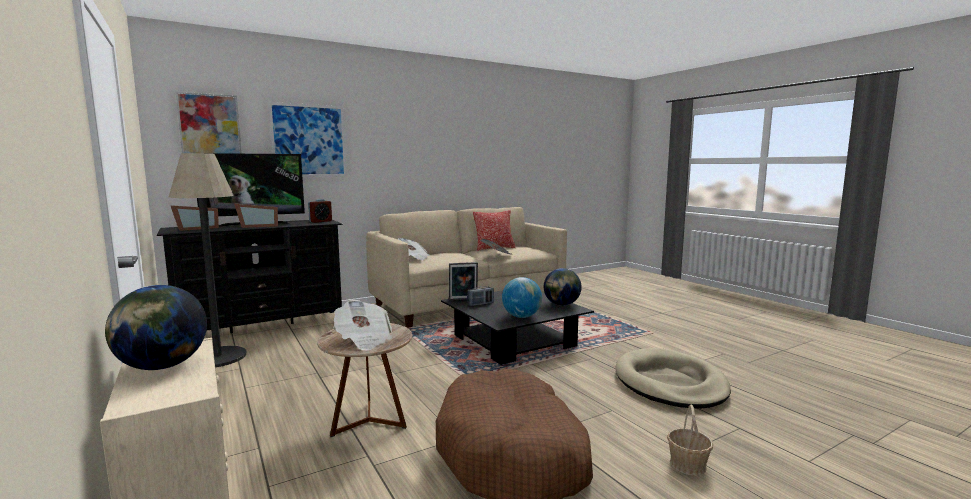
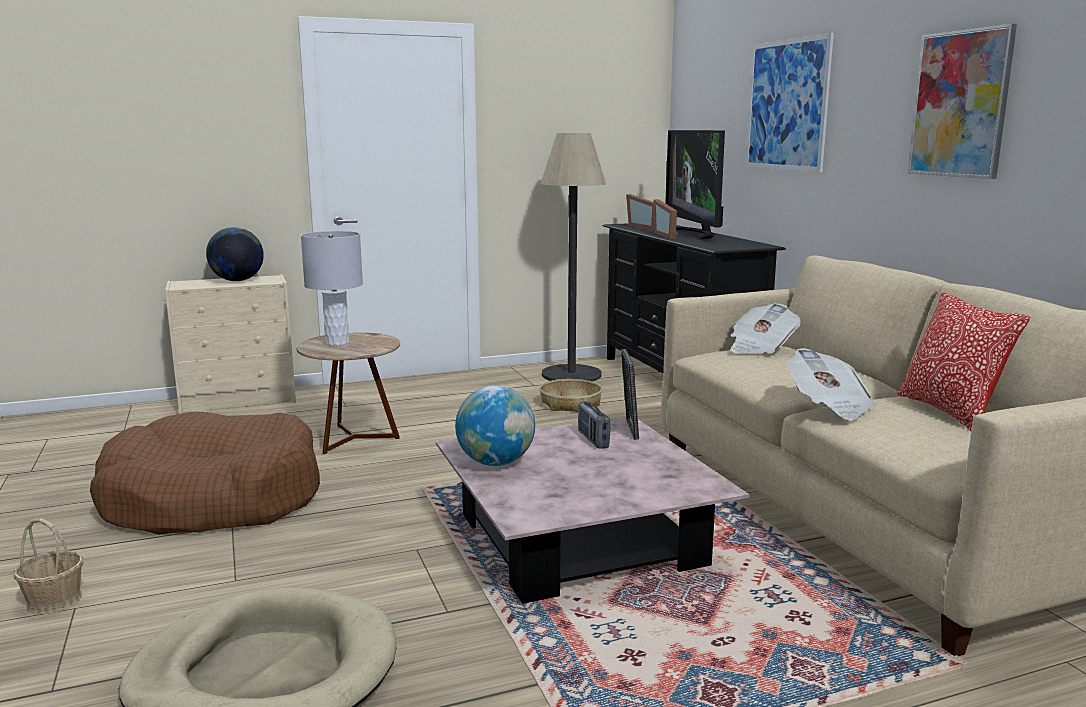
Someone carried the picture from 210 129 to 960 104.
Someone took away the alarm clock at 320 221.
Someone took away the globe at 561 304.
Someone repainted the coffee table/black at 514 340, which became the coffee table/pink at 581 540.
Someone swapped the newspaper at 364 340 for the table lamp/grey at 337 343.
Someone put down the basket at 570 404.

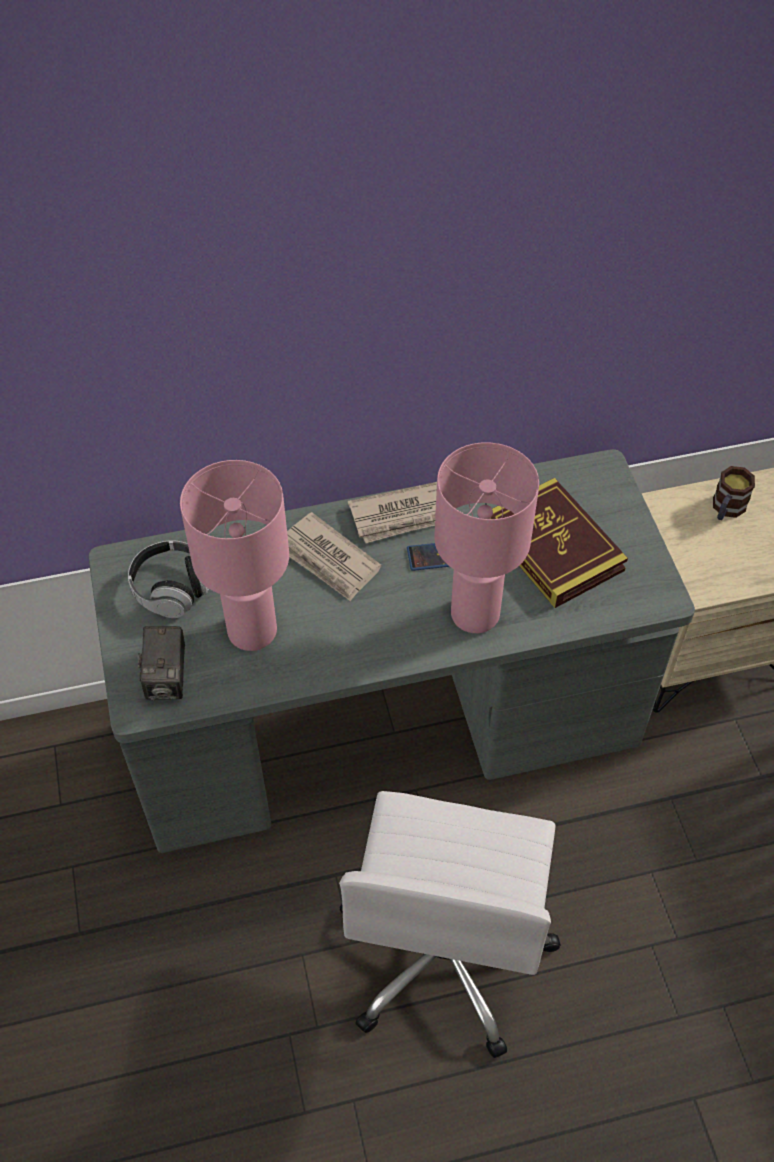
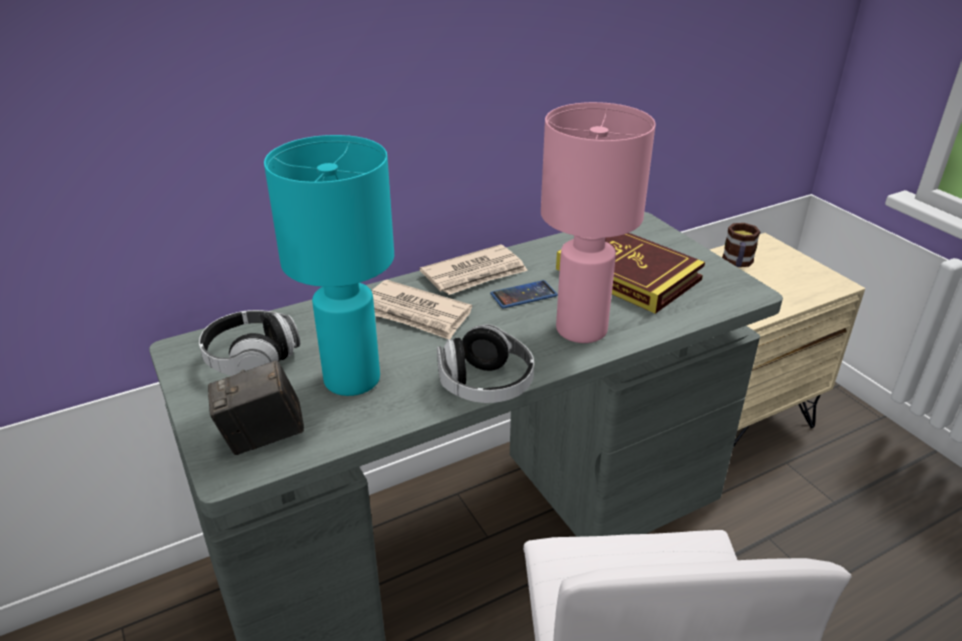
Someone repainted the table lamp/pink at 252 632, which became the table lamp/turquoise at 352 380.
Someone rotated the photo camera at 167 679 by 90 degrees clockwise.
Someone put down the headphones at 485 385.

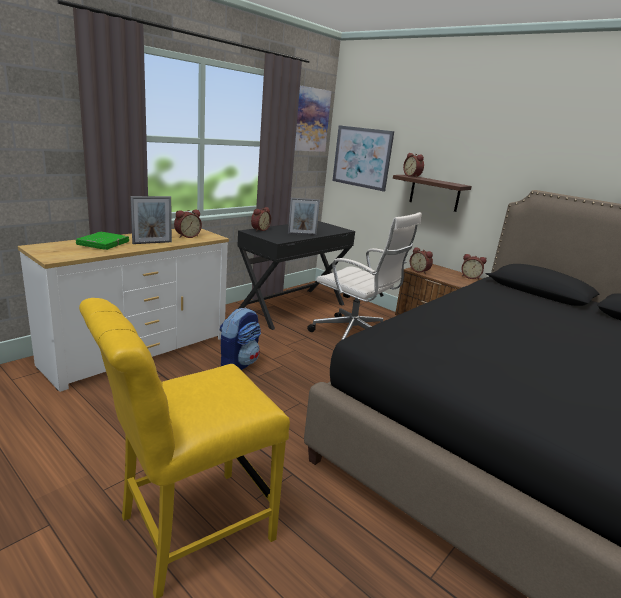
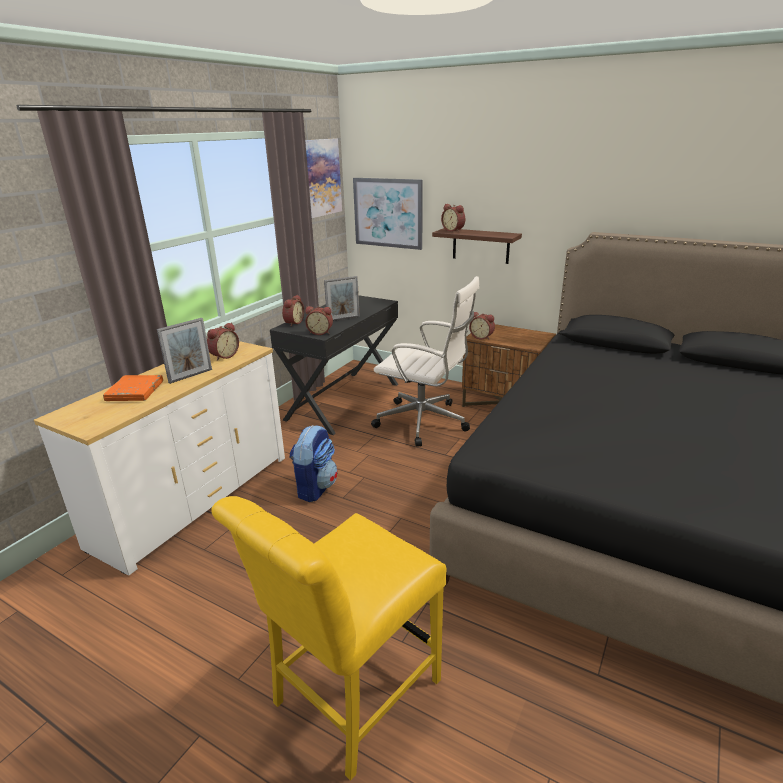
Someone repainted the book/green at 103 244, which became the book/orange at 135 391.
Someone carried the alarm clock from 470 277 to 320 332.

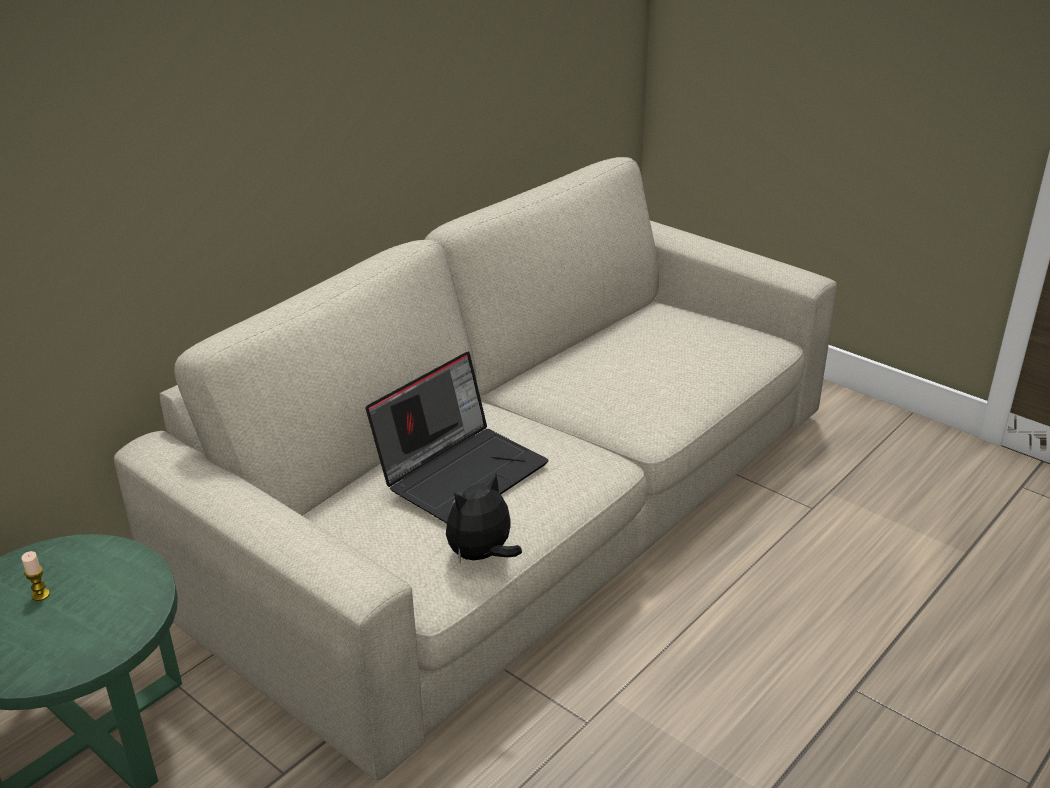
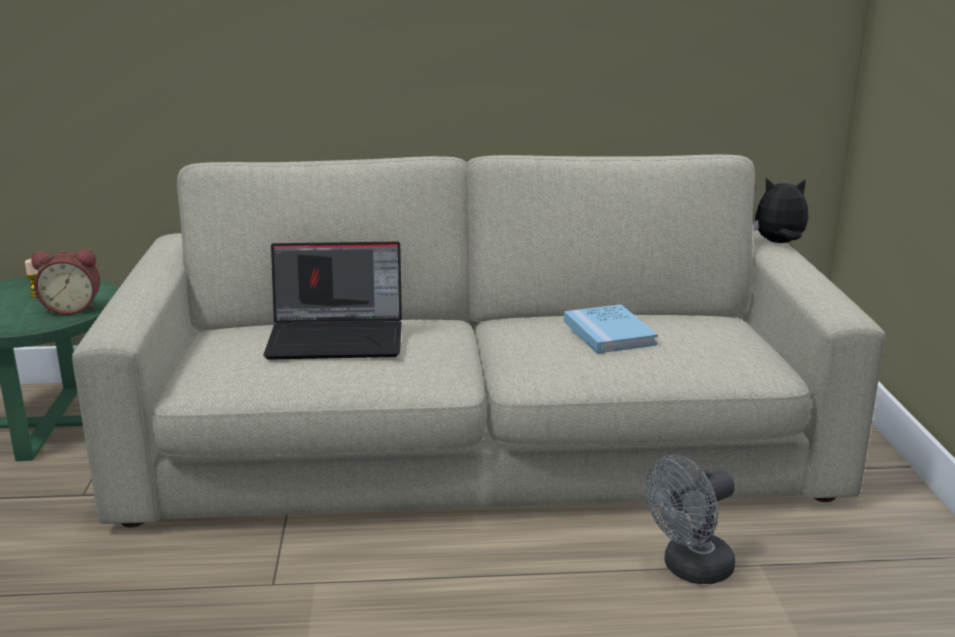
Someone carried the plush toy from 482 556 to 779 243.
Someone put down the alarm clock at 72 308.
Someone put down the book/blue at 609 333.
Someone put down the fan/grey at 689 569.

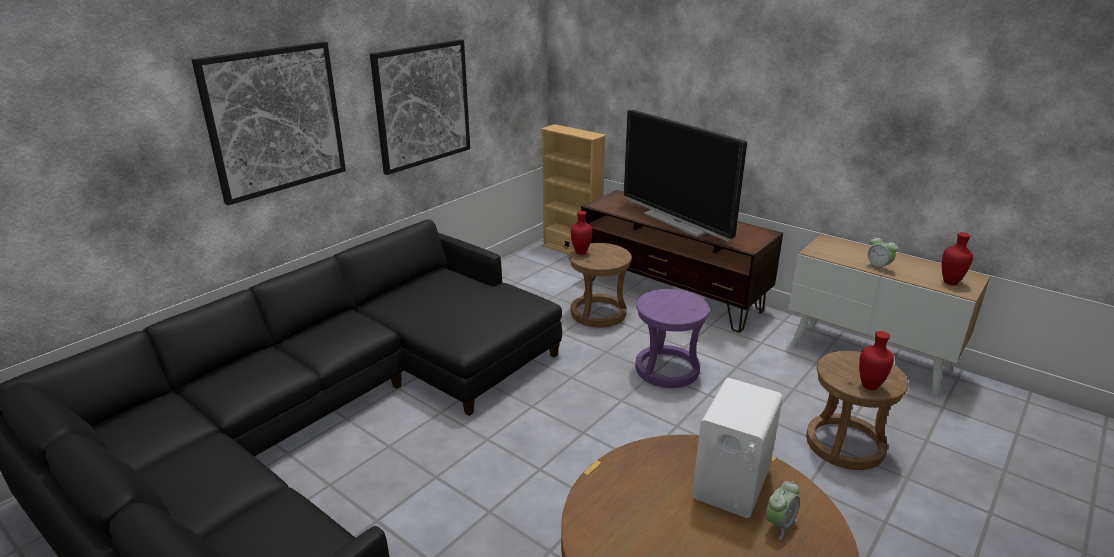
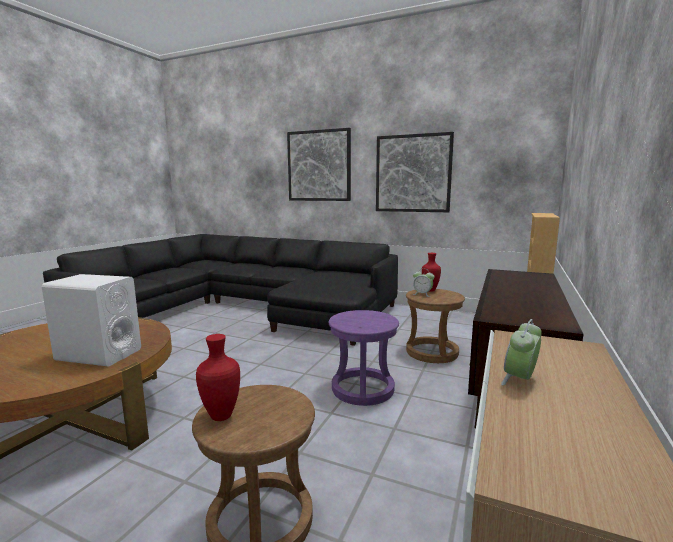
Someone took away the television at 677 222.
Someone took away the vase/red at 949 282.
Someone carried the alarm clock from 779 524 to 422 294.

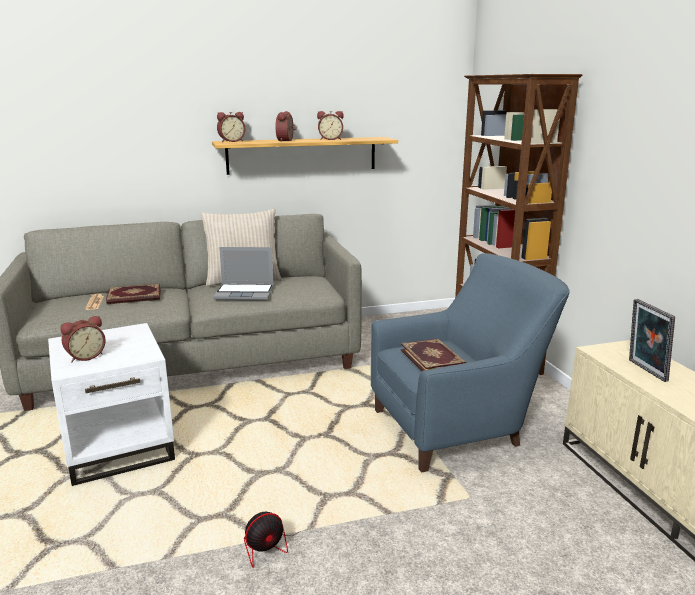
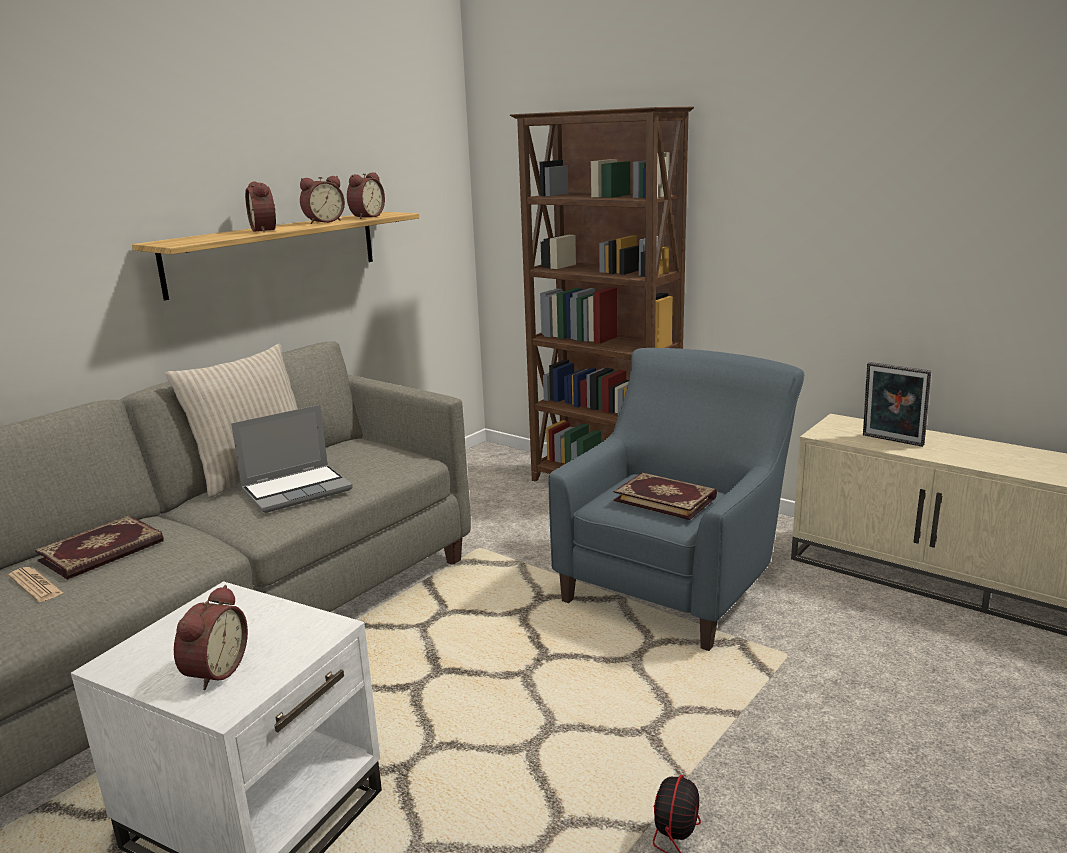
Someone carried the alarm clock from 231 141 to 365 217.

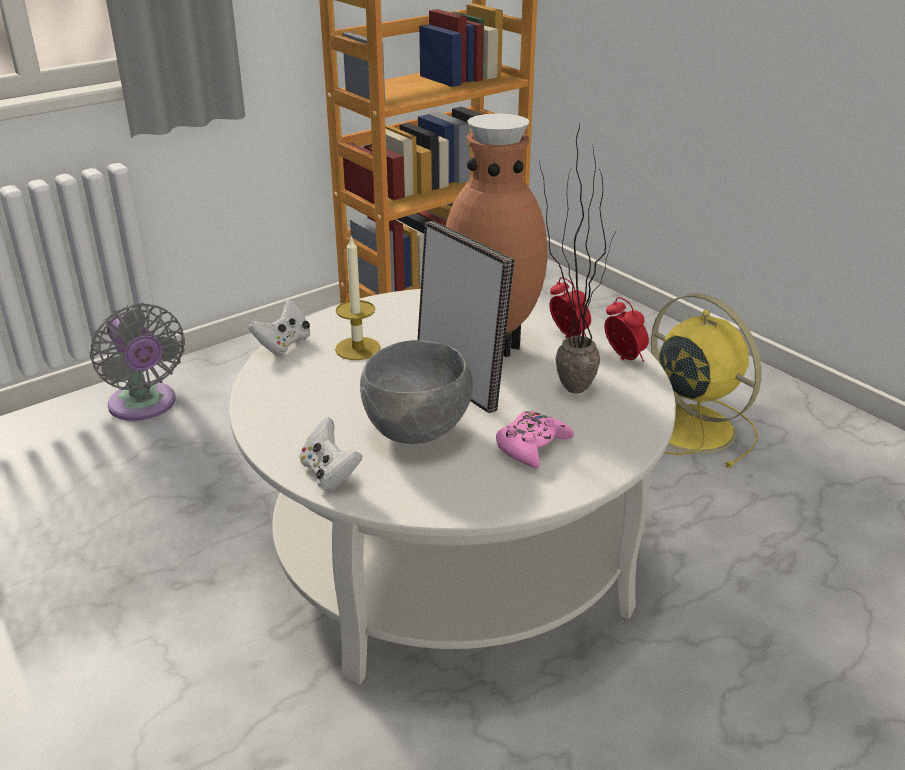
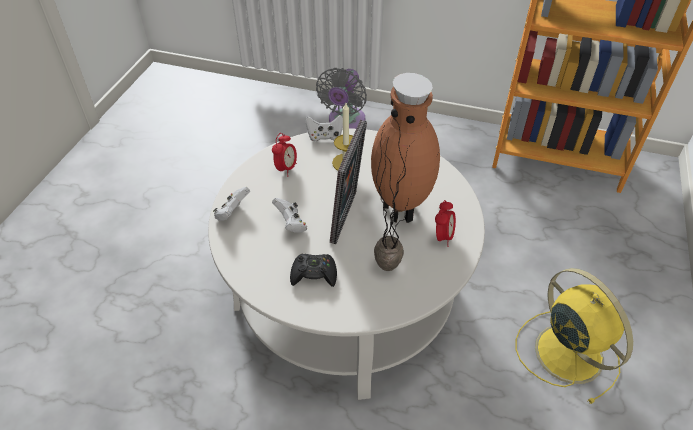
Someone rotated the fan/yellow at 688 426 by 45 degrees counterclockwise.
Someone carried the alarm clock from 623 358 to 286 168.
Someone swapped the bowl/grey at 418 431 for the game controller/white at 291 224.
Someone repainted the game controller/pink at 532 446, which became the game controller/black at 314 274.

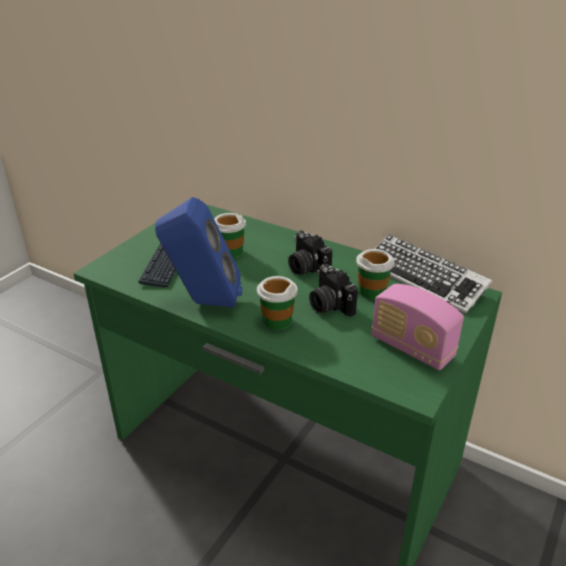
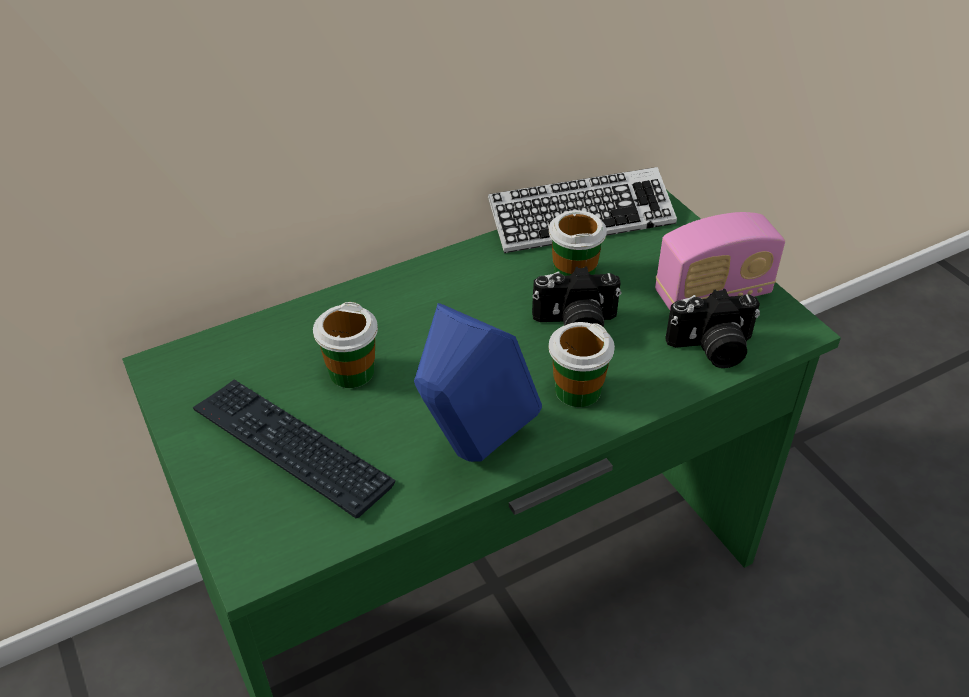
Someone carried the photo camera from 306 268 to 712 349.

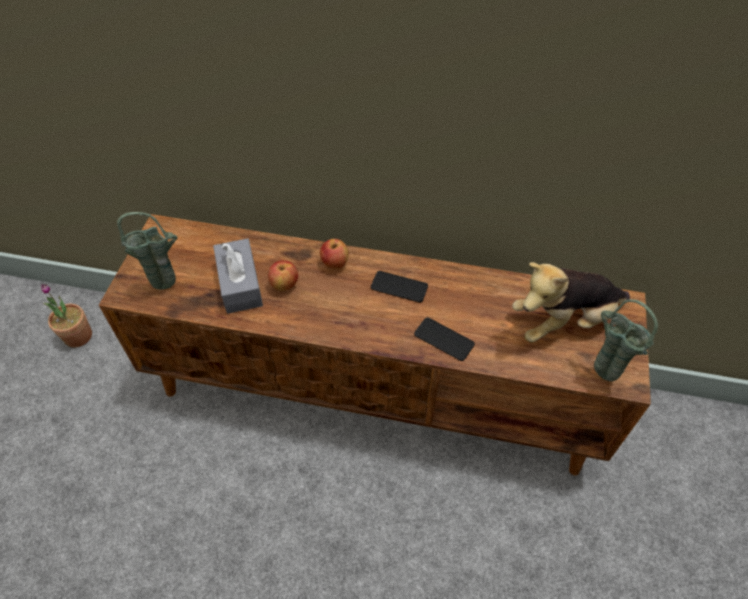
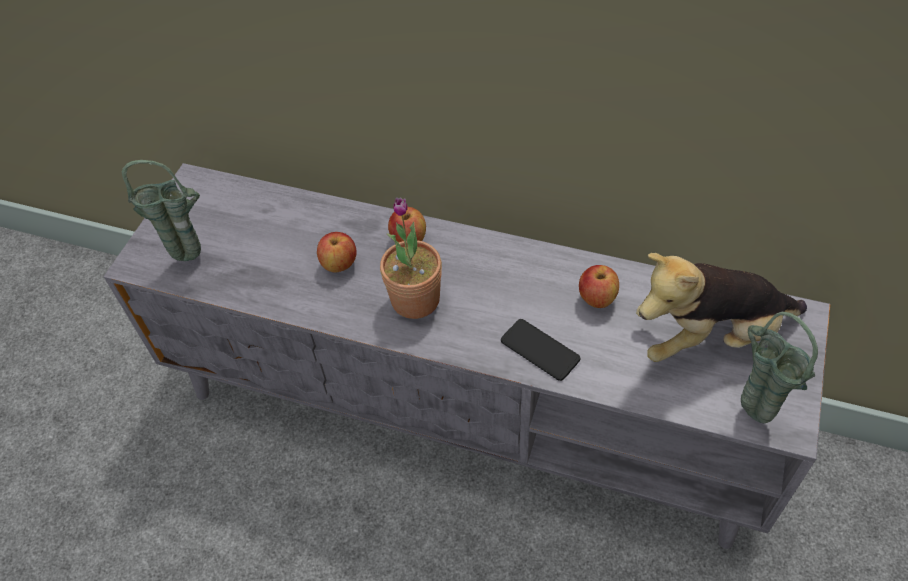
Someone repainted the tv stand/brown at 375 391, which became the tv stand/grey at 466 413.
Someone took away the tissue box/grey at 240 284.
Someone took away the phone at 399 287.
Someone carried the potted plant from 78 336 to 415 299.
Someone put down the apple at 596 298.

